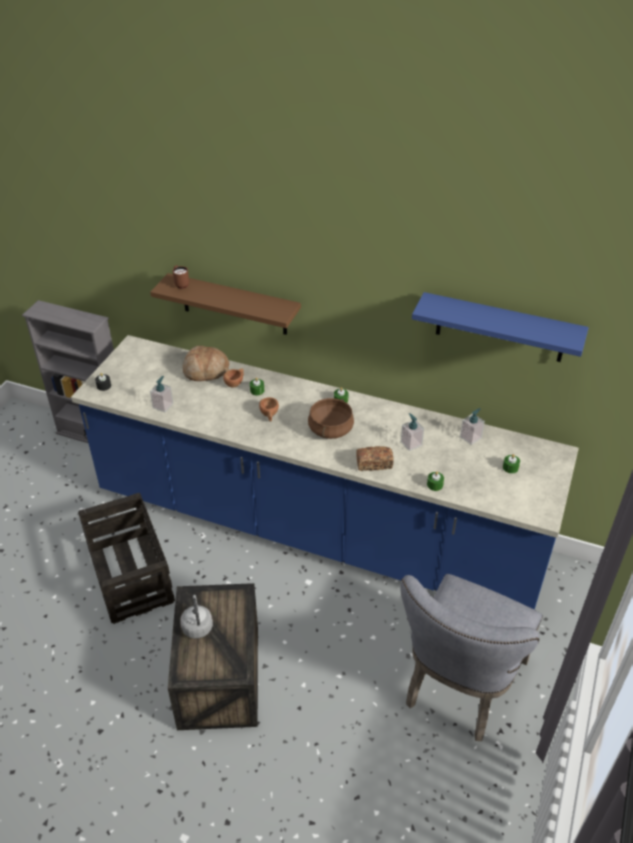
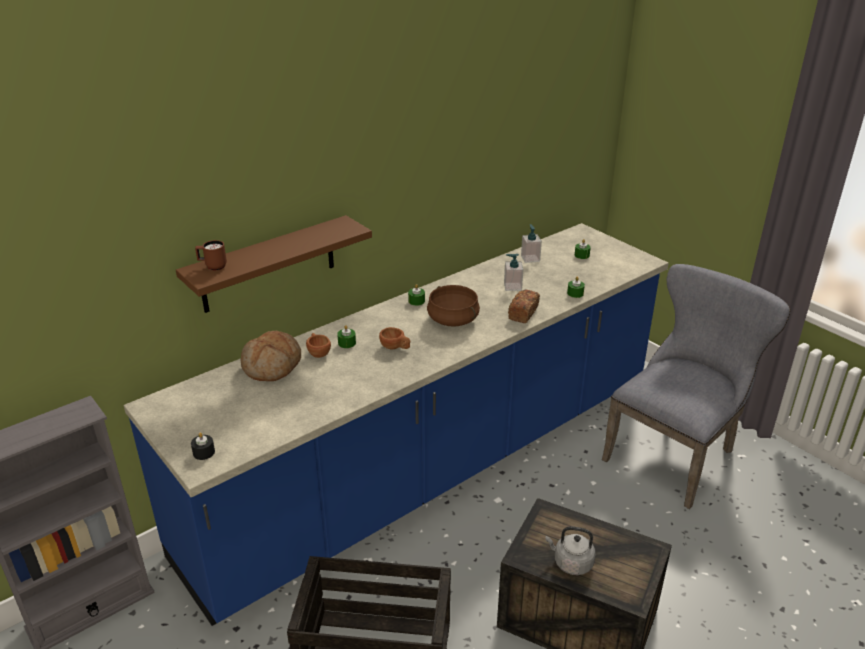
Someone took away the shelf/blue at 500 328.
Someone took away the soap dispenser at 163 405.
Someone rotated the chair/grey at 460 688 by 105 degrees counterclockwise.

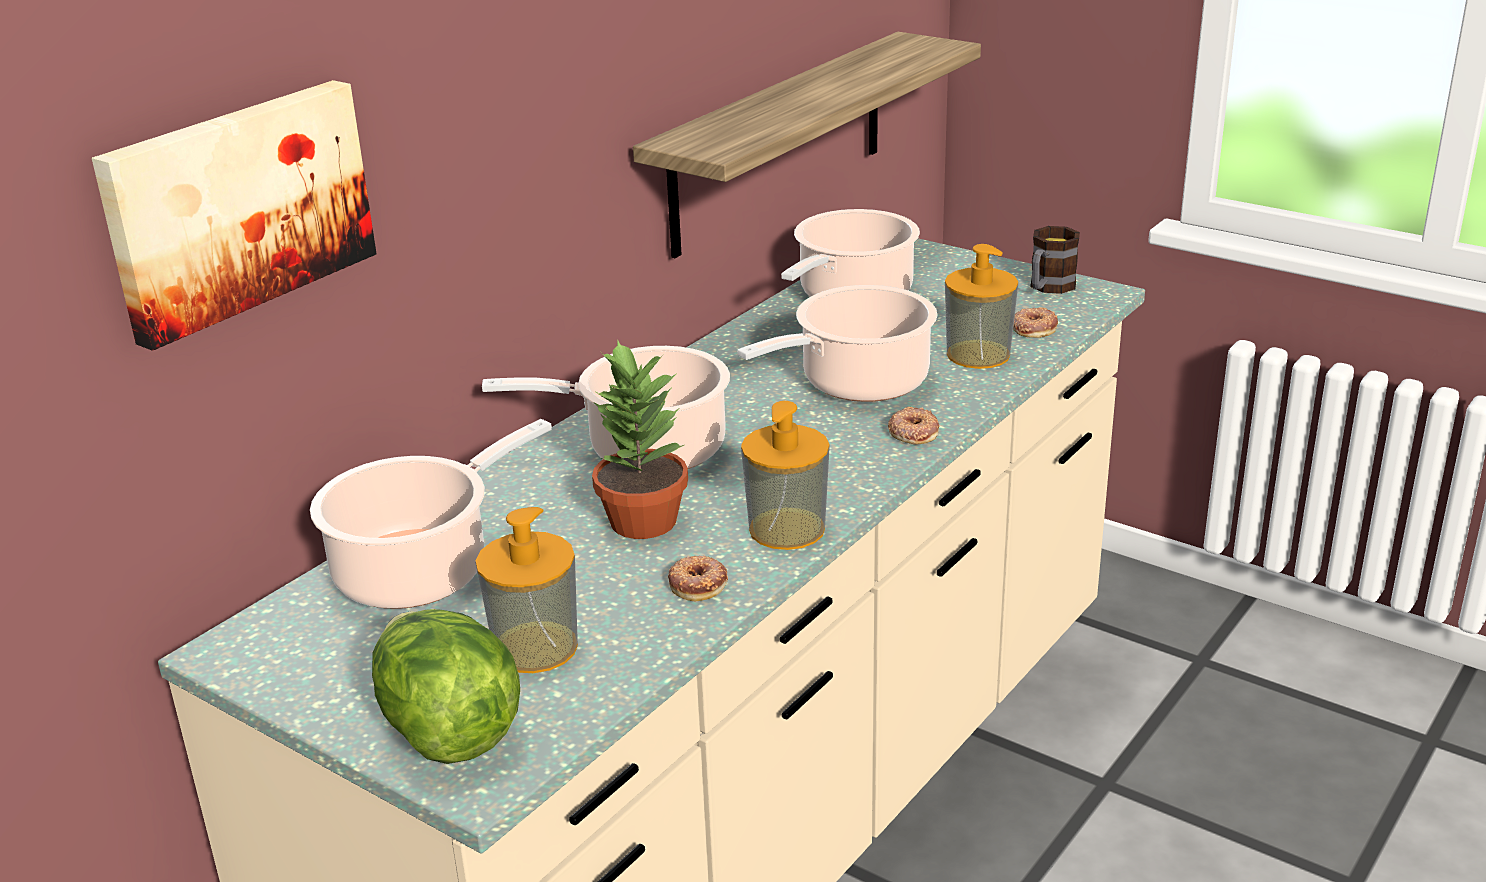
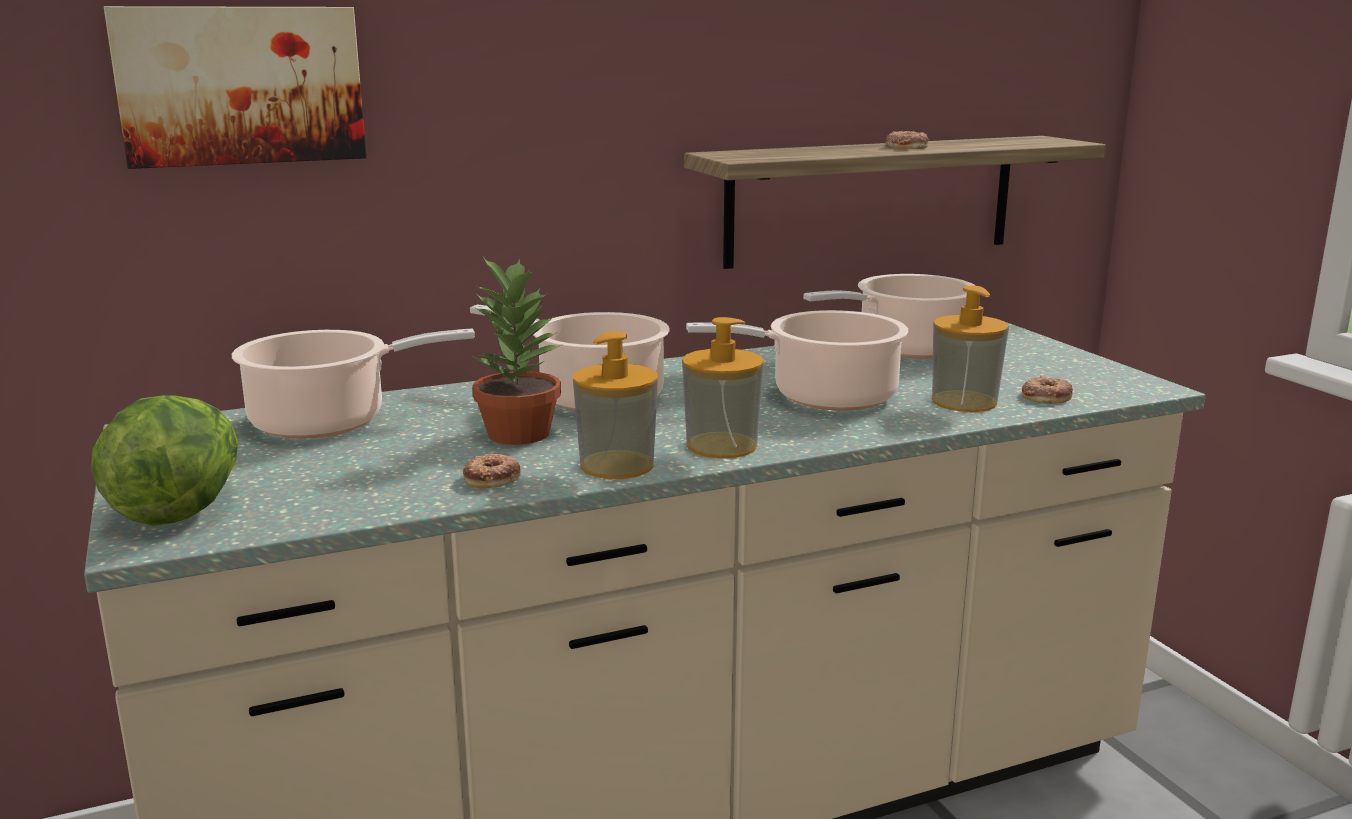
Someone took away the mug at 1048 288.
Someone carried the donut from 913 432 to 906 146.
Someone carried the soap dispenser from 535 647 to 721 445.

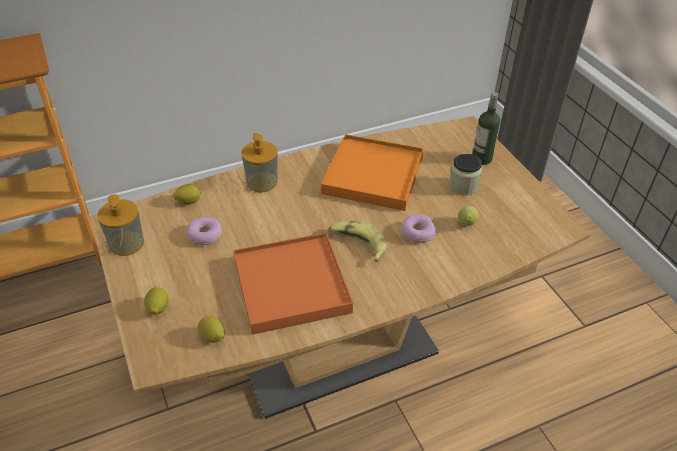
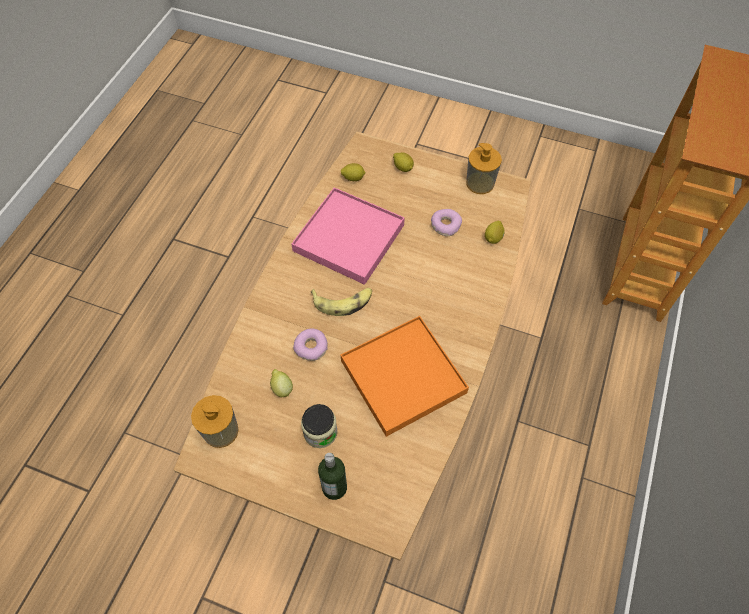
Someone carried the soap dispenser from 262 182 to 221 431.
Someone repainted the tray/orange at 291 285, which became the tray/pink at 349 238.

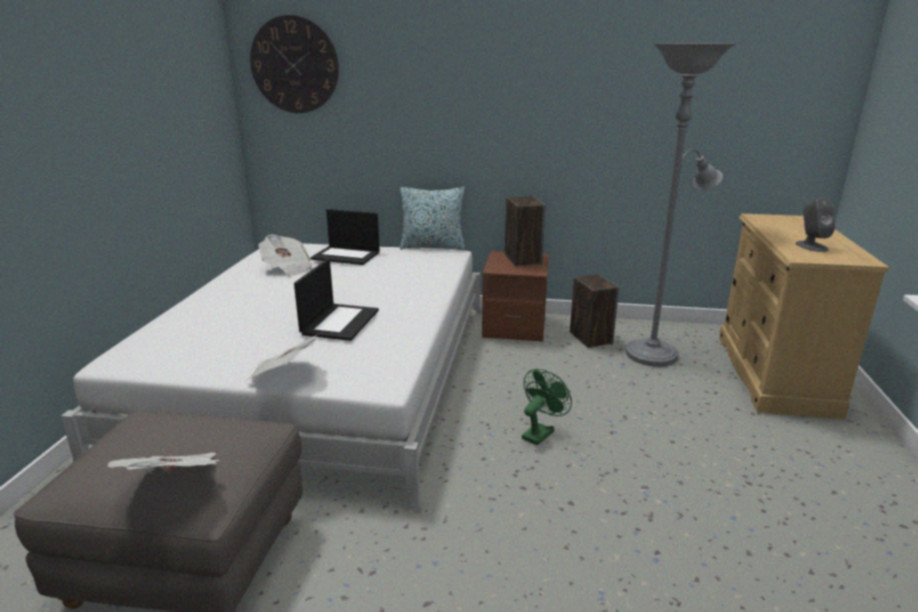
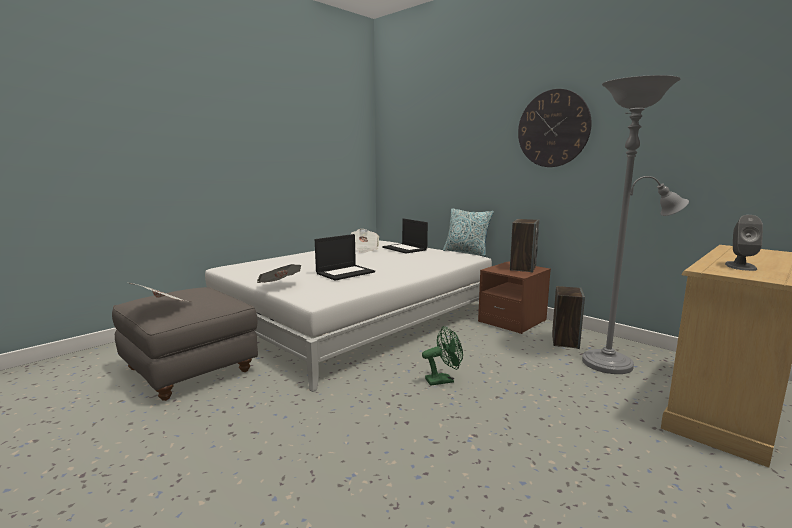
Someone carried the wall clock from 294 65 to 553 128.

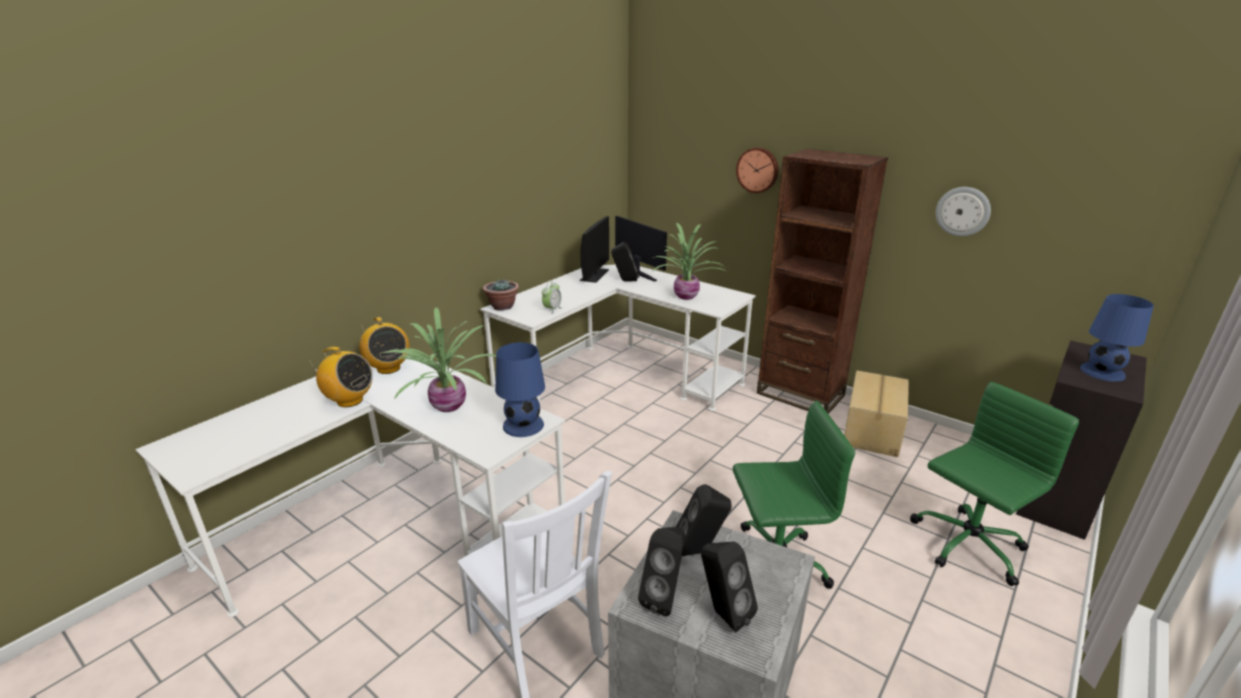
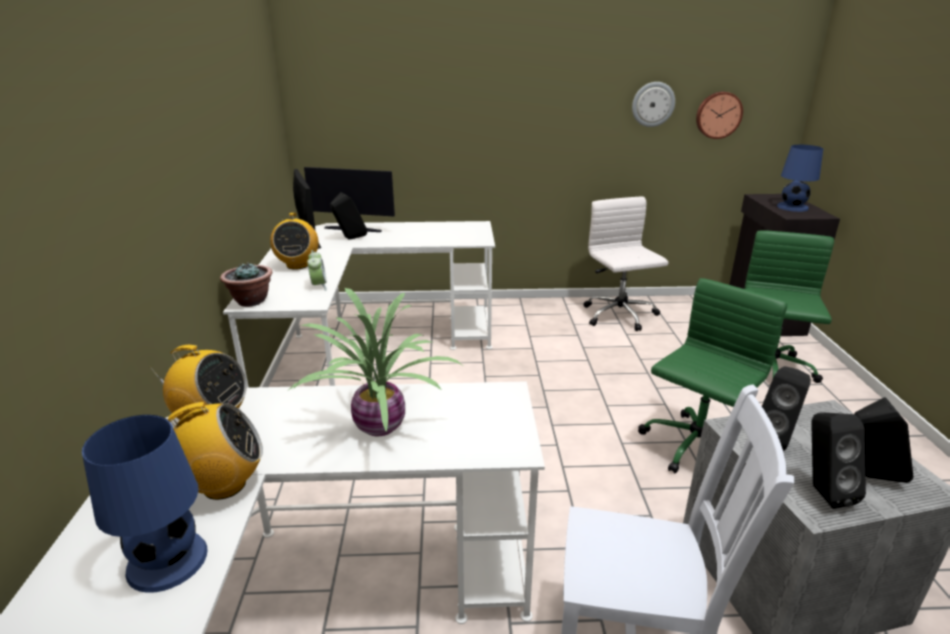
Someone carried the wall clock from 758 170 to 718 115.
Someone took away the bookcase/brown at 800 394.
Someone took away the potted plant at 687 296.
Someone carried the table lamp/blue from 522 425 to 166 560.
Someone swapped the cardboard box at 873 430 for the office chair/white at 619 316.
Someone put down the radio at 297 265.

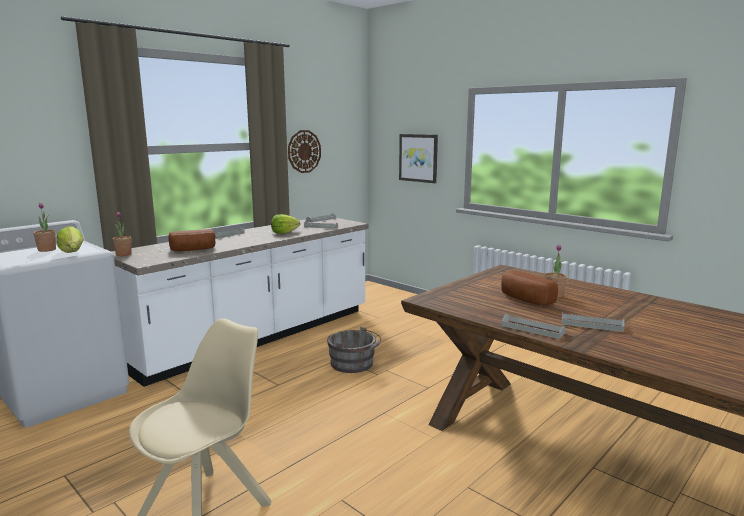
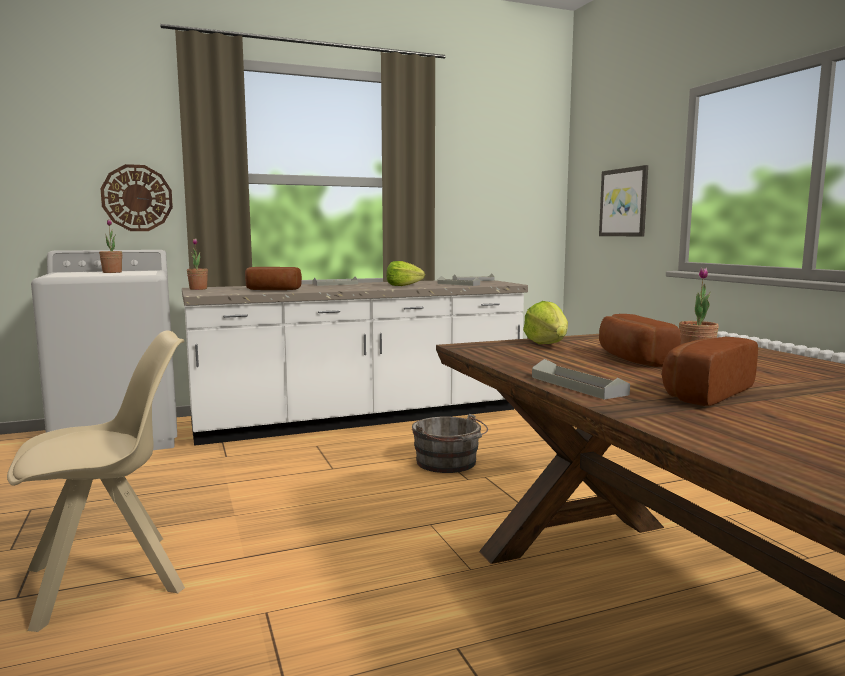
Someone carried the wall clock from 304 151 to 137 198.
Someone carried the lettuce from 72 252 to 547 344.
Someone swapped the tray/grey at 591 325 for the bread at 702 393.

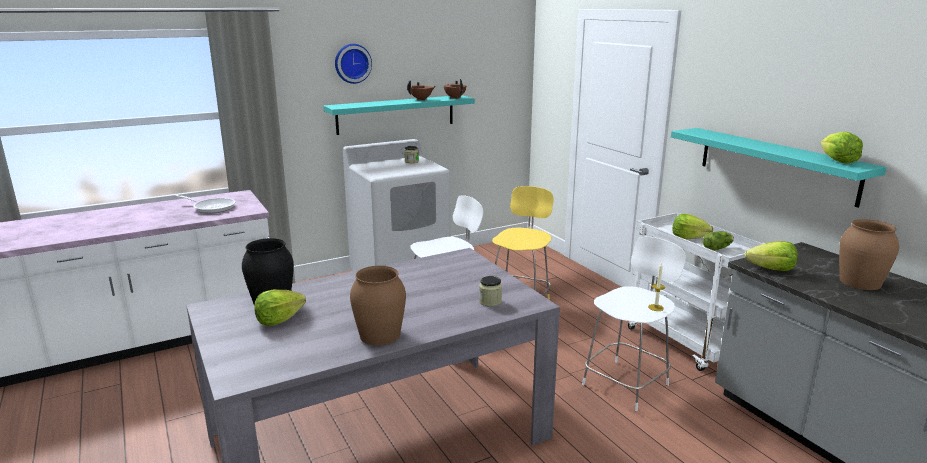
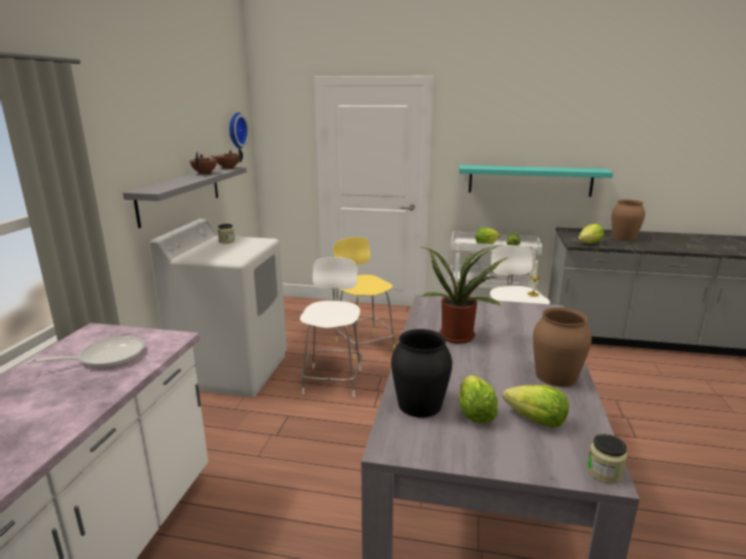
Someone carried the wall clock from 352 63 to 236 130.
Someone repainted the shelf/turquoise at 396 114, which became the shelf/grey at 180 194.
Someone carried the lettuce from 837 161 to 536 420.
Someone carried the jar from 490 301 to 604 472.
Someone put down the potted plant at 459 335.

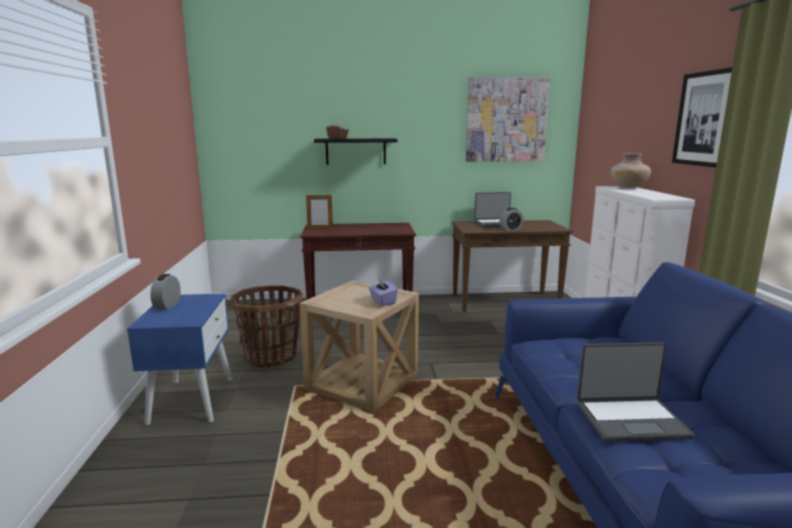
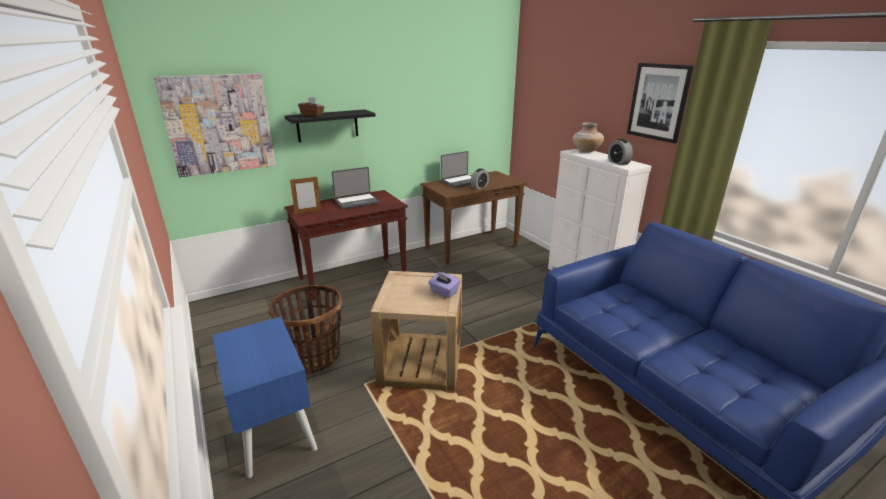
Someone carried the picture from 506 120 to 219 124.
Someone carried the alarm clock from 167 305 to 618 163.
Someone carried the laptop from 630 420 to 357 202.

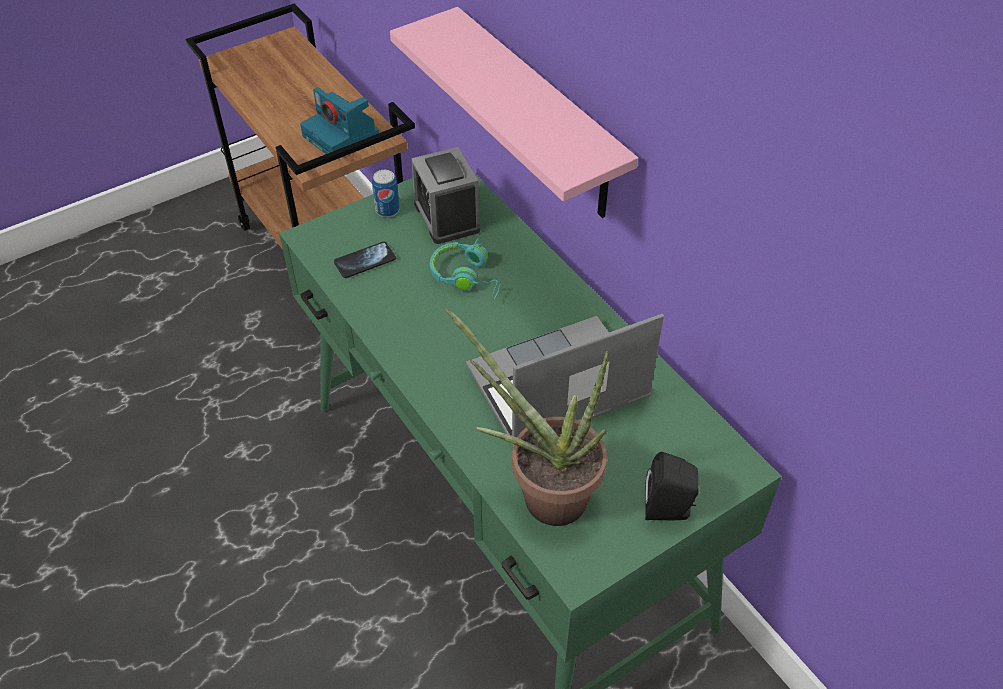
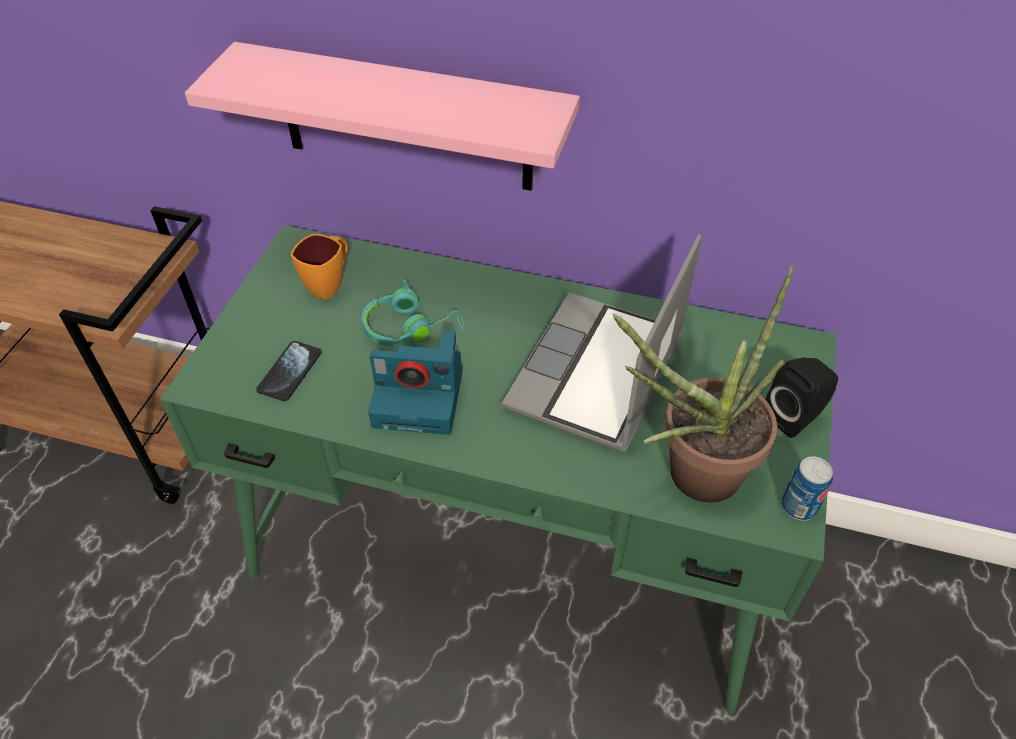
Someone carried the photo camera from 342 136 to 421 396.
Someone swapped the alarm clock at 447 217 for the mug/orange at 330 284.
Someone carried the can from 387 210 to 798 506.

